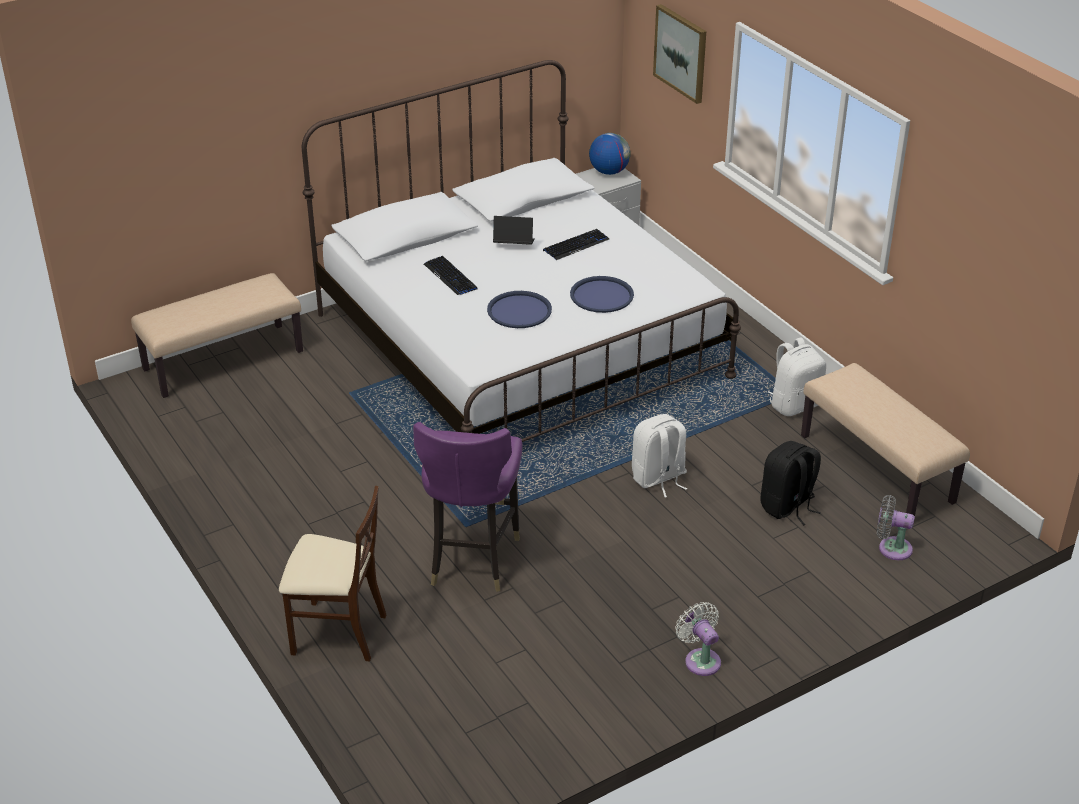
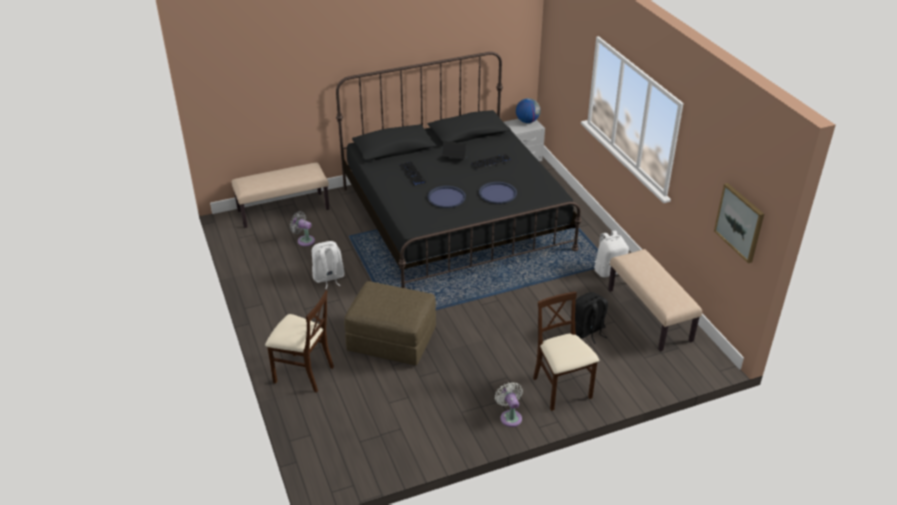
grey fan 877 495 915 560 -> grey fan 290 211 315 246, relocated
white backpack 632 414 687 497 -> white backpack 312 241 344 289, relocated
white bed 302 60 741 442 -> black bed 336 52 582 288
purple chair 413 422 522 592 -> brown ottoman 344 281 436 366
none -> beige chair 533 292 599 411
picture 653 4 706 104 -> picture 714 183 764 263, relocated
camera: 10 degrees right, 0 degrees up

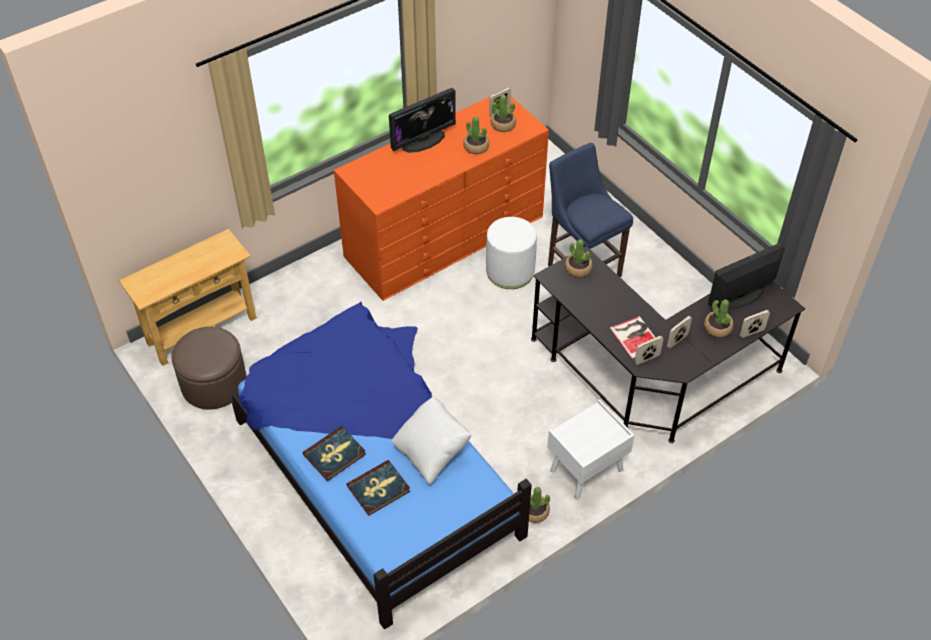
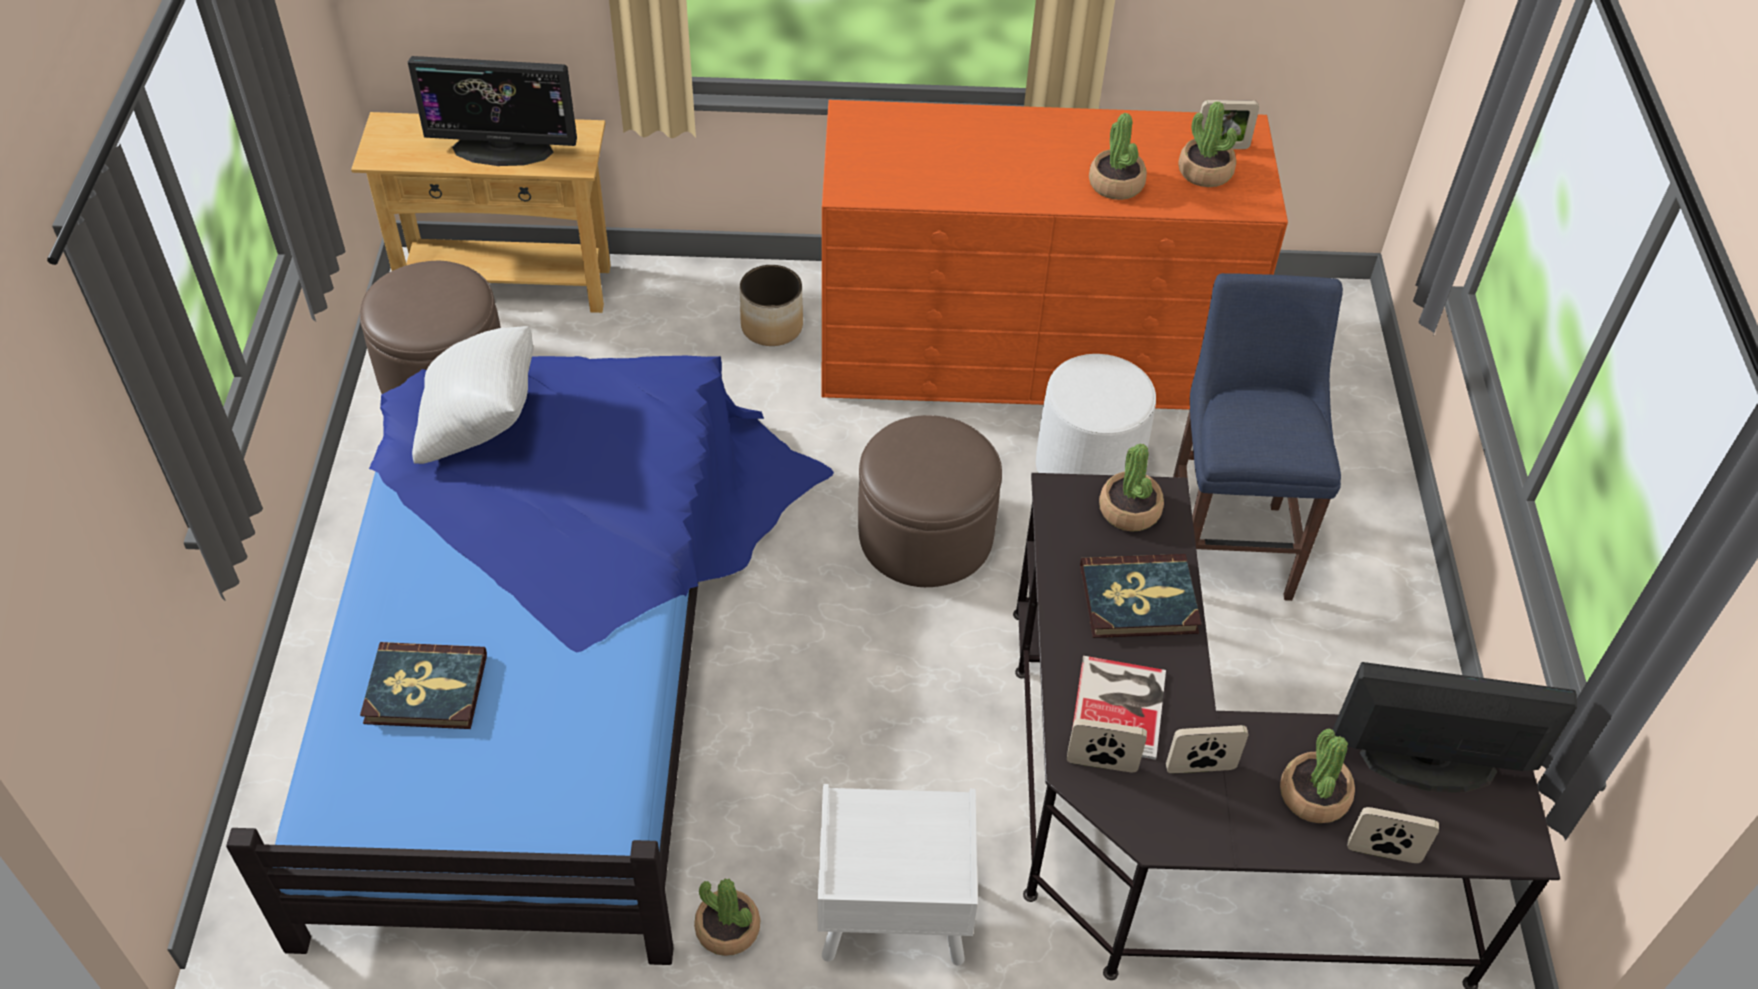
monitor 389 88 456 153 -> monitor 408 56 577 166, relocated
white pillow 392 396 472 485 -> white pillow 412 326 533 464, relocated
none -> planter 740 265 803 346
none -> brown ottoman 858 415 1002 587
book 303 426 366 481 -> book 1080 554 1202 638, relocated
camera: 35 degrees right, 0 degrees up

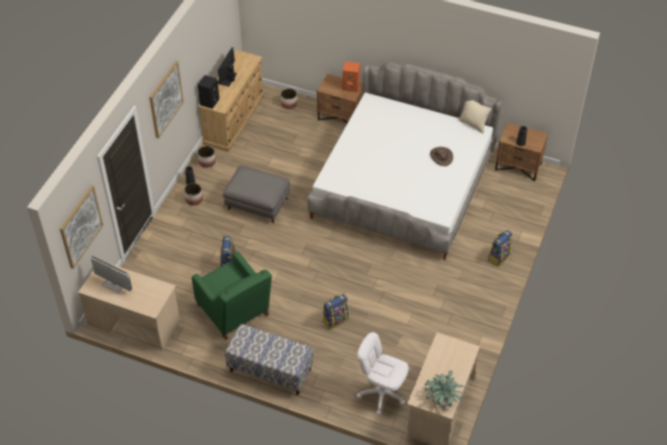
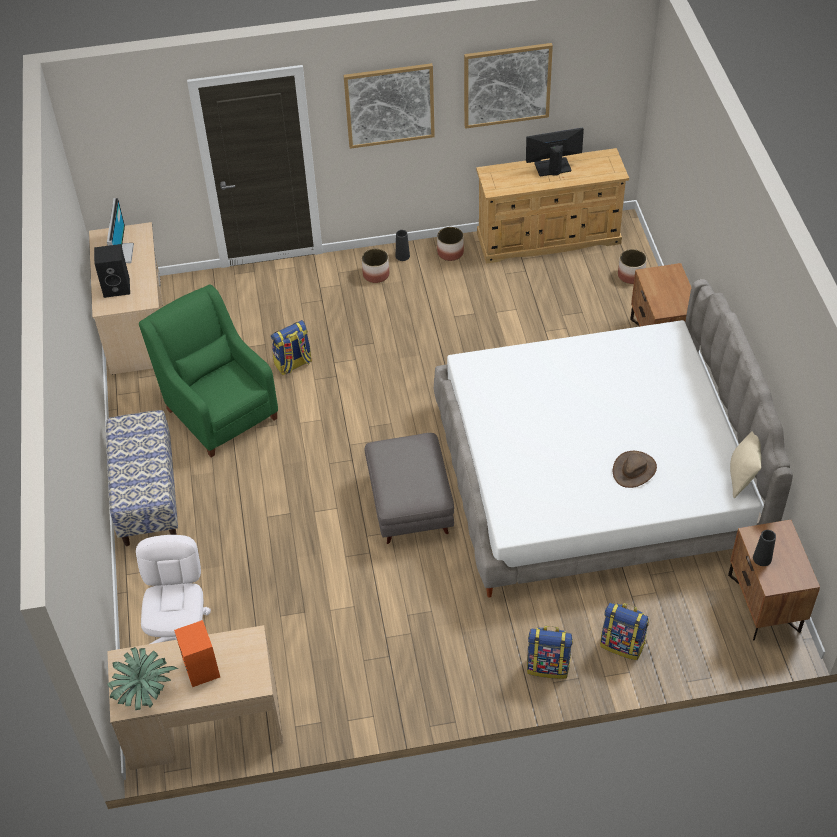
black speaker 198 75 219 109 -> black speaker 94 244 130 298, relocated
green armchair 192 251 272 340 -> green armchair 139 284 278 457, 120 degrees clockwise
orange speaker 343 61 360 92 -> orange speaker 174 620 220 687, relocated
grey ottoman 223 165 290 223 -> grey ottoman 364 433 454 544, relocated
picture 60 185 103 269 -> picture 464 43 553 129, relocated
backpack 323 294 348 329 -> backpack 600 603 649 660, relocated
camera: 60 degrees right, 0 degrees up

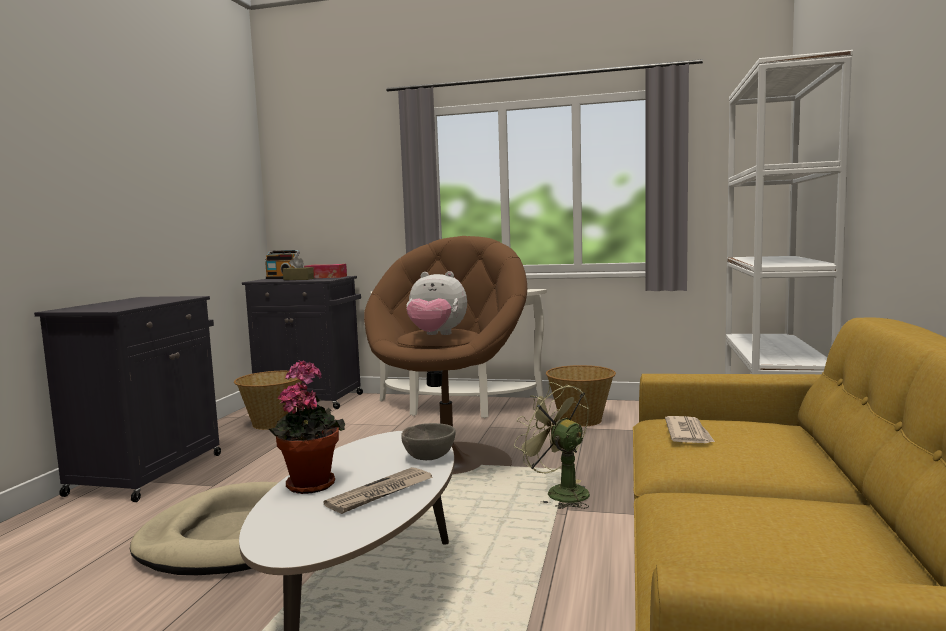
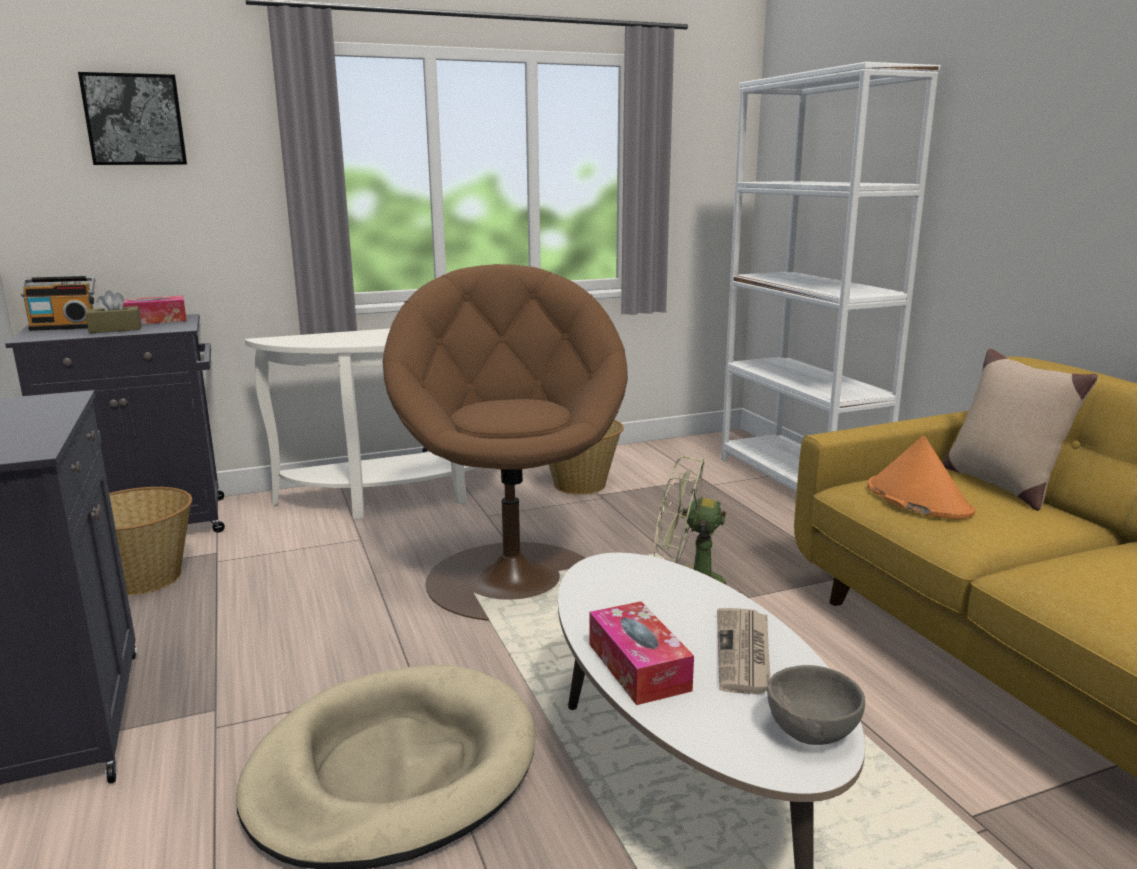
none -> picture 78 72 187 165
potted plant 269 360 345 494 -> tissue box 590 601 694 705
grey bowl 401 423 456 460 -> grey bowl 767 665 865 745, relocated
newspaper 665 416 715 443 -> orange hat 867 435 975 519
none -> beige pillow 943 349 1098 511
plush toy 406 271 467 335 -> none
camera: 35 degrees left, 10 degrees up

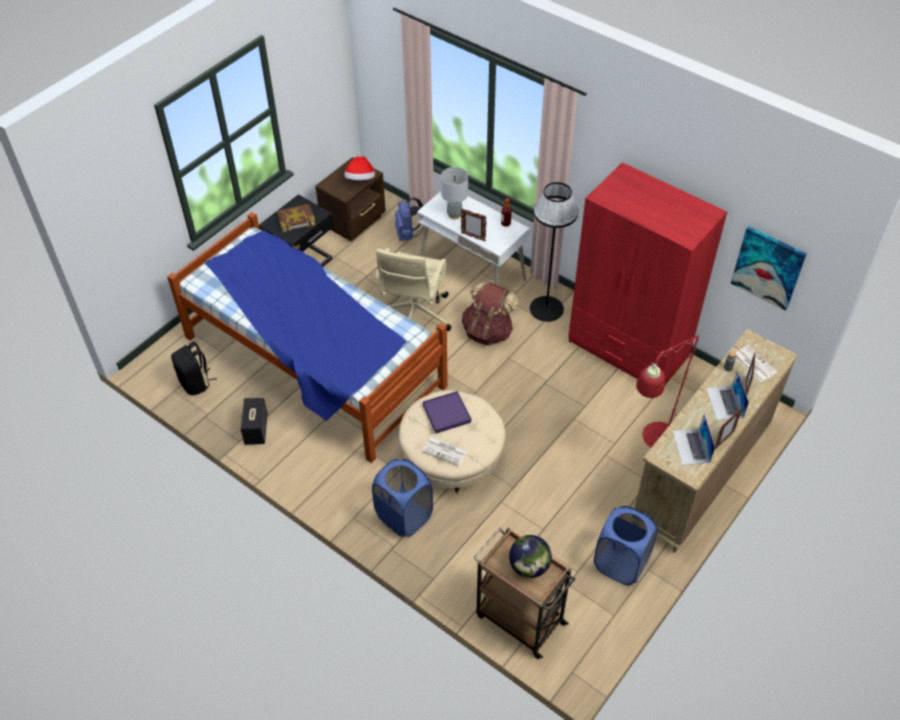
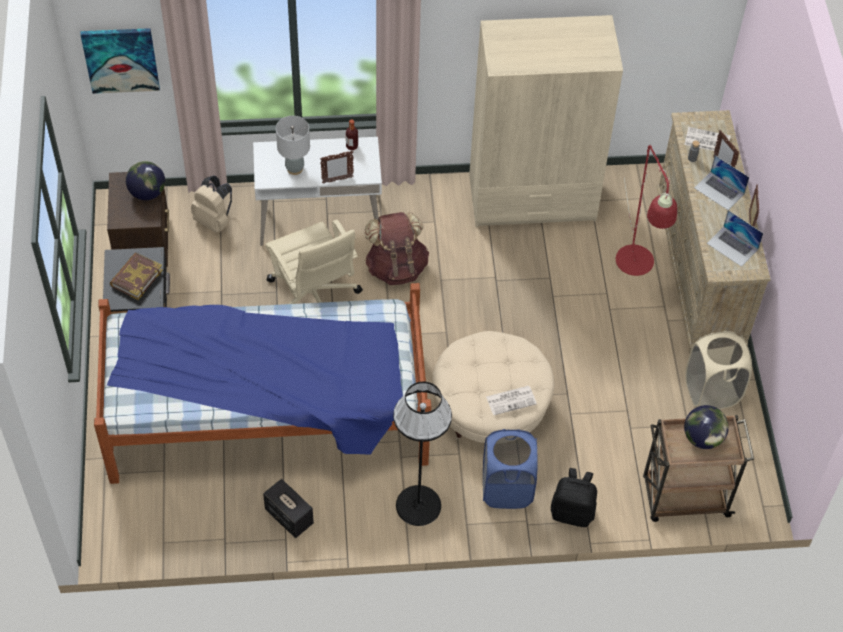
picture 731 226 807 311 -> picture 80 28 160 94, relocated
hat 344 156 375 180 -> globe 126 161 165 200
blue backpack 395 197 424 241 -> beige backpack 191 176 232 233
black floor lamp 530 182 578 322 -> black floor lamp 393 381 452 526, relocated
red wardrobe 568 162 727 385 -> beige wardrobe 469 15 623 227
black backpack 171 342 217 395 -> black backpack 551 468 597 527, relocated
blue laundry basket 594 506 658 585 -> beige laundry basket 685 331 752 409
purple tray 423 391 471 433 -> none
camera: 45 degrees left, 5 degrees up

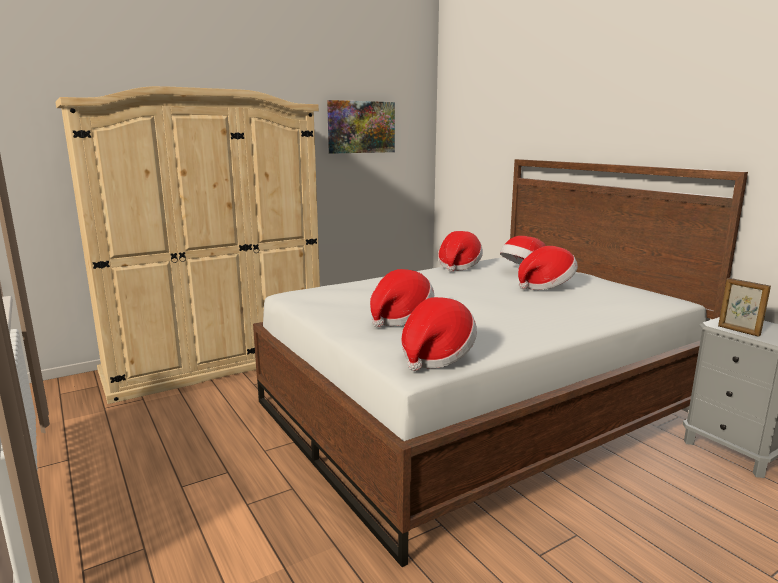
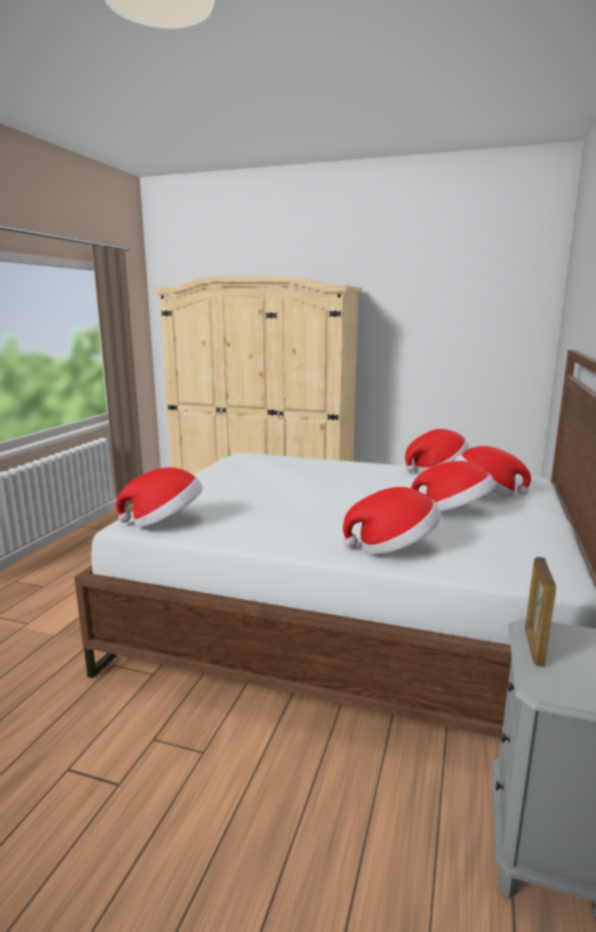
hat 370 269 434 328 -> hat 343 487 441 554, relocated
picture 327 100 395 154 -> none
camera: 50 degrees right, 0 degrees up

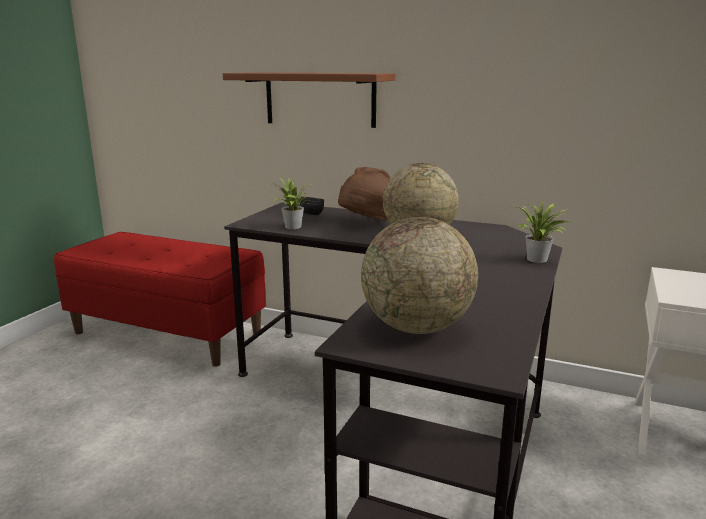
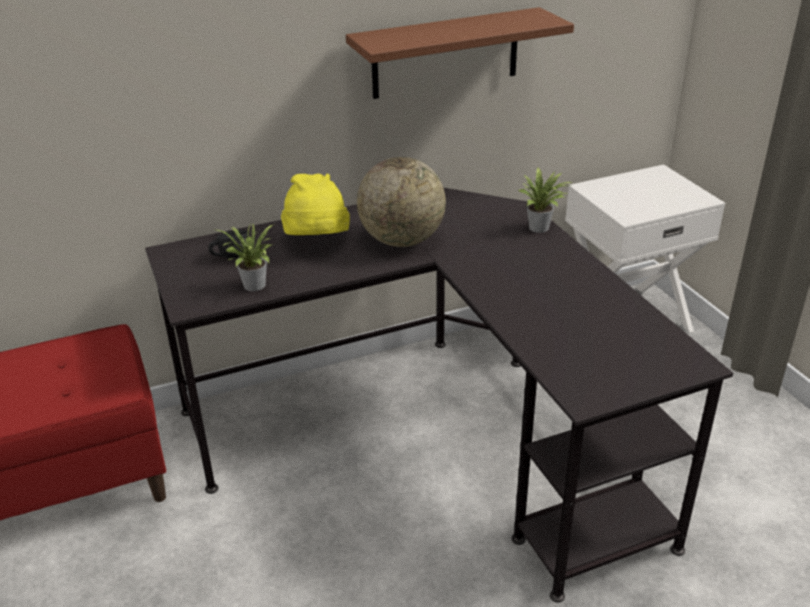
brown hat 338 167 390 221 -> yellow hat 281 174 350 235
brown shelf 223 72 395 128 -> brown shelf 346 7 574 99, relocated
globe 361 217 478 334 -> none
camera: 45 degrees left, 15 degrees up

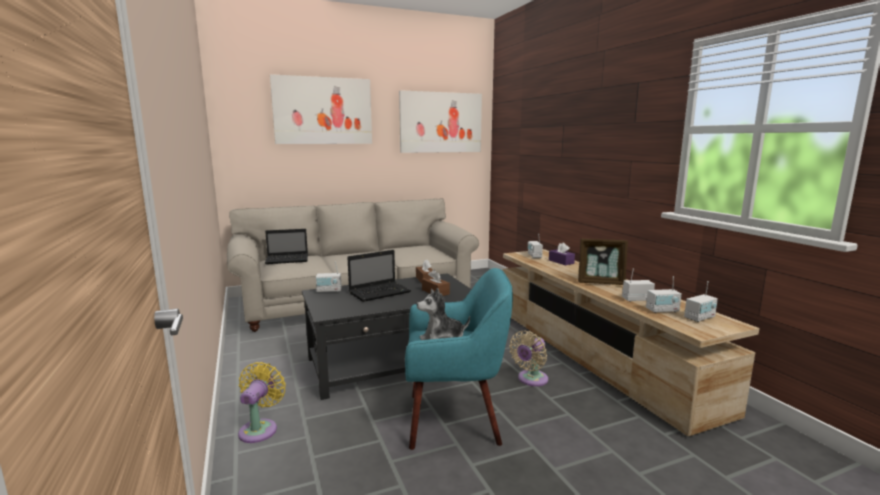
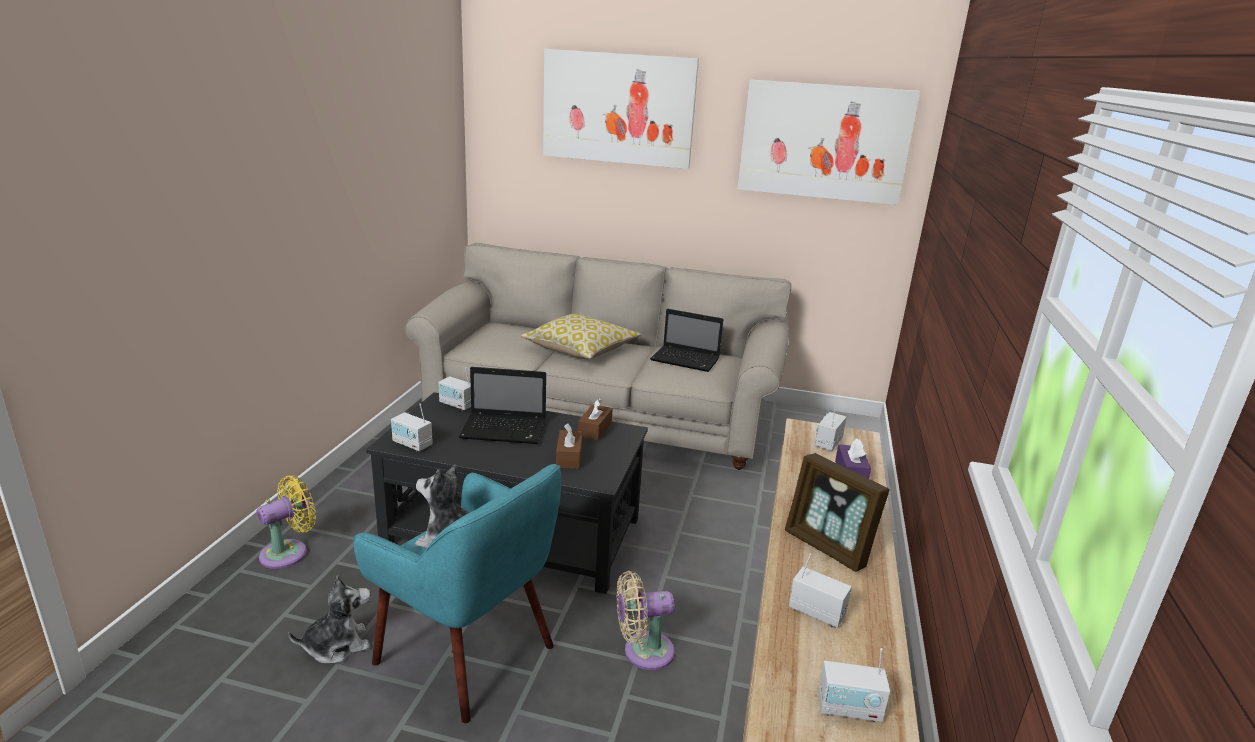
none -> plush toy 288 575 371 664
radio 646 276 682 313 -> radio 391 404 433 452, relocated
none -> pillow 521 314 641 359
laptop 265 229 308 264 -> laptop 650 309 723 372, relocated
camera: 35 degrees right, 10 degrees up

